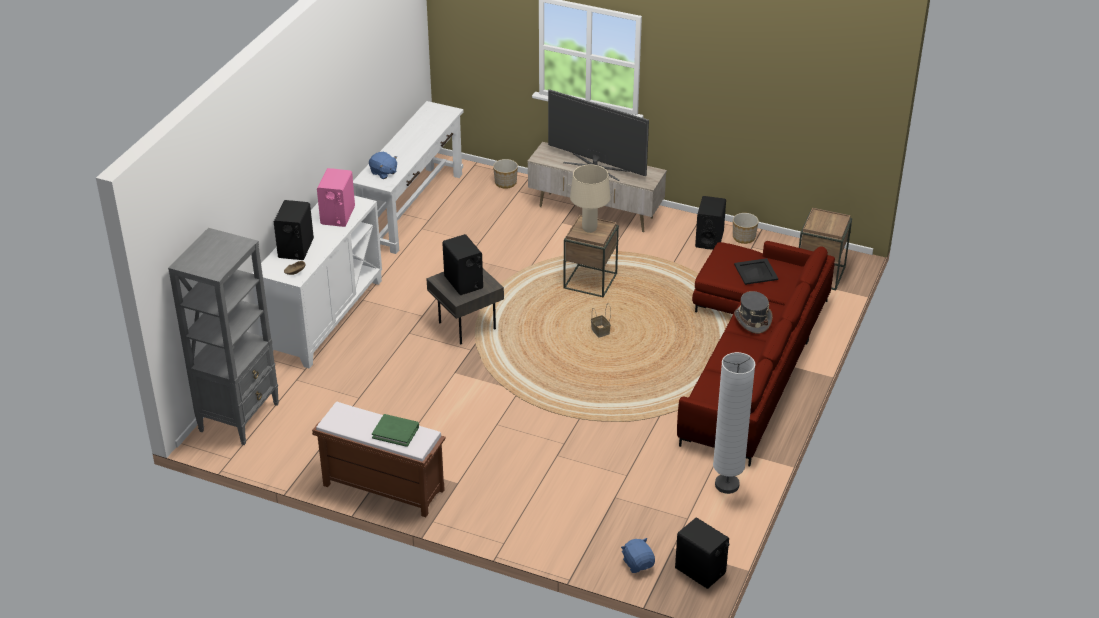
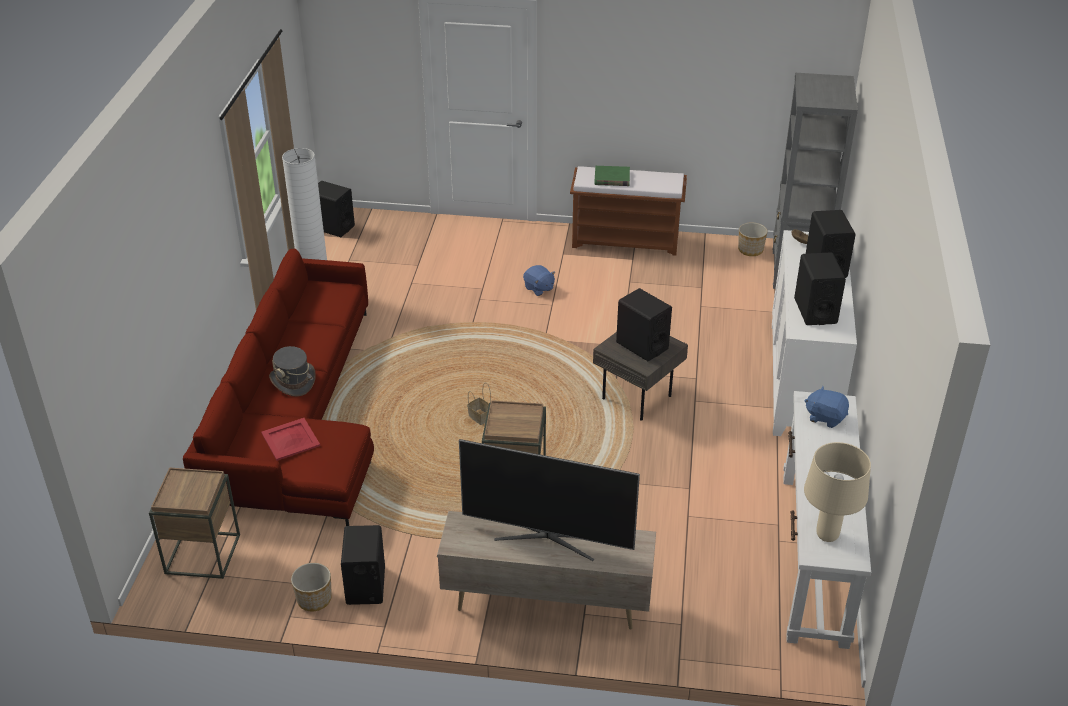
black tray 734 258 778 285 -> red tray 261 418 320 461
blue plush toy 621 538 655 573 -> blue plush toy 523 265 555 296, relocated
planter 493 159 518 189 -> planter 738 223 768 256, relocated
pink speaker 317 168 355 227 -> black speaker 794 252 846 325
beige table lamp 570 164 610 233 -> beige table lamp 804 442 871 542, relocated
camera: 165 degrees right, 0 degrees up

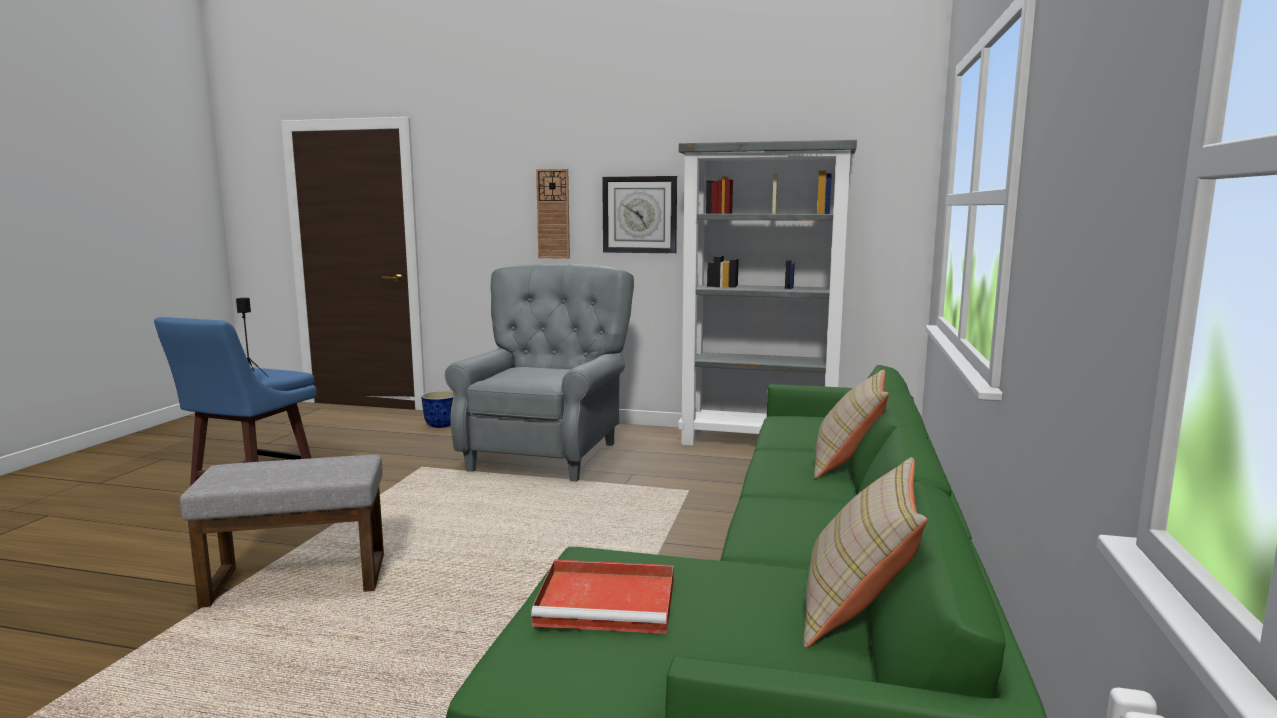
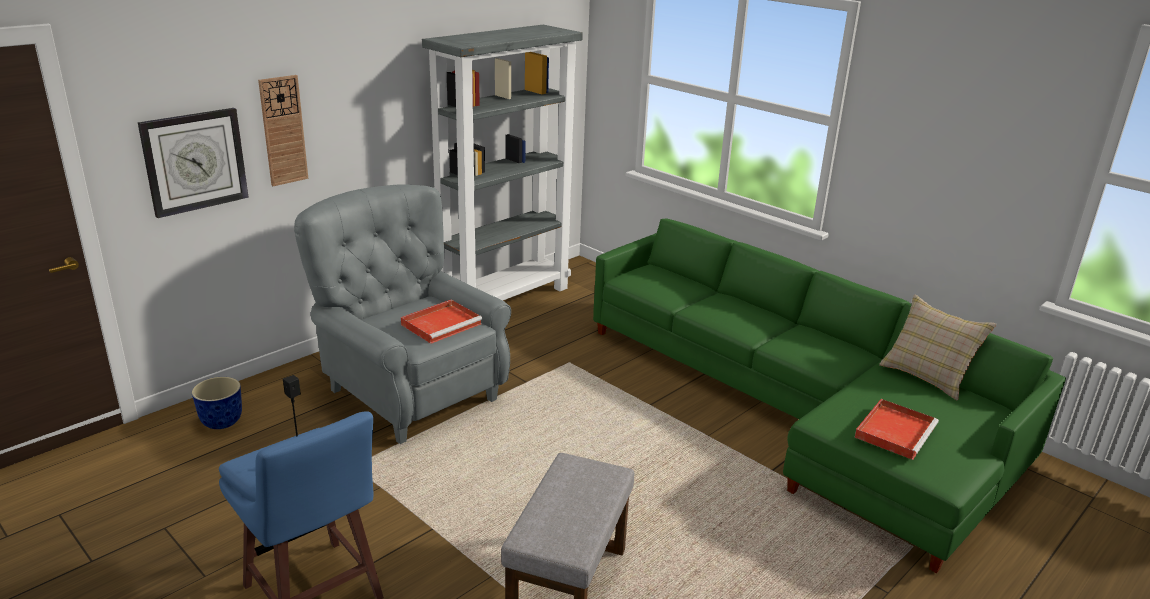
wall clock 602 176 677 254 -> wall clock 138 108 249 218, relocated
none -> red tray 401 300 482 344
beige pillow 814 369 889 479 -> none
camera: 60 degrees left, 15 degrees up

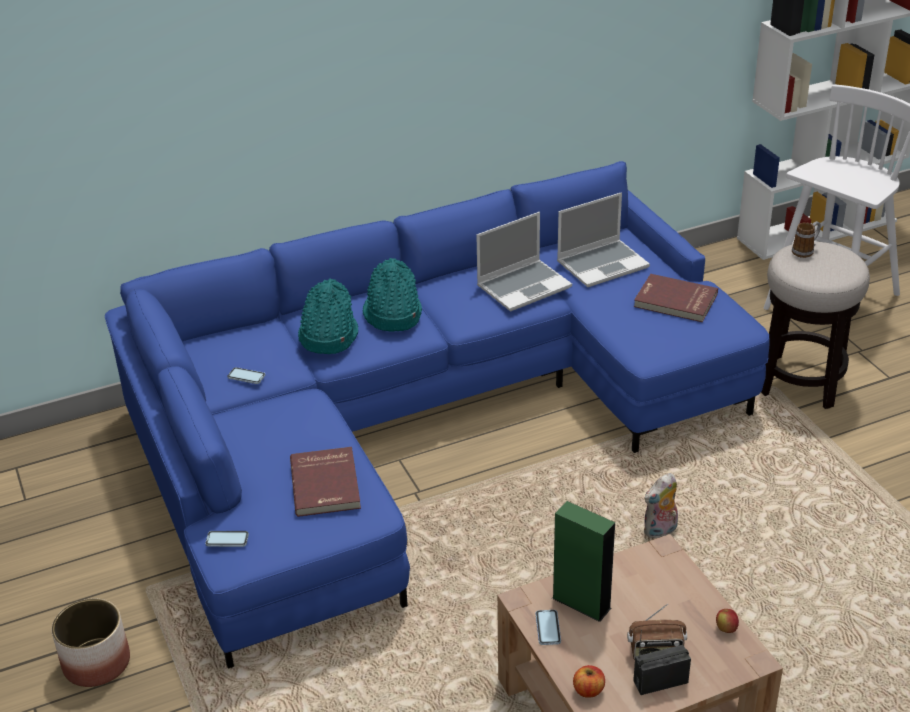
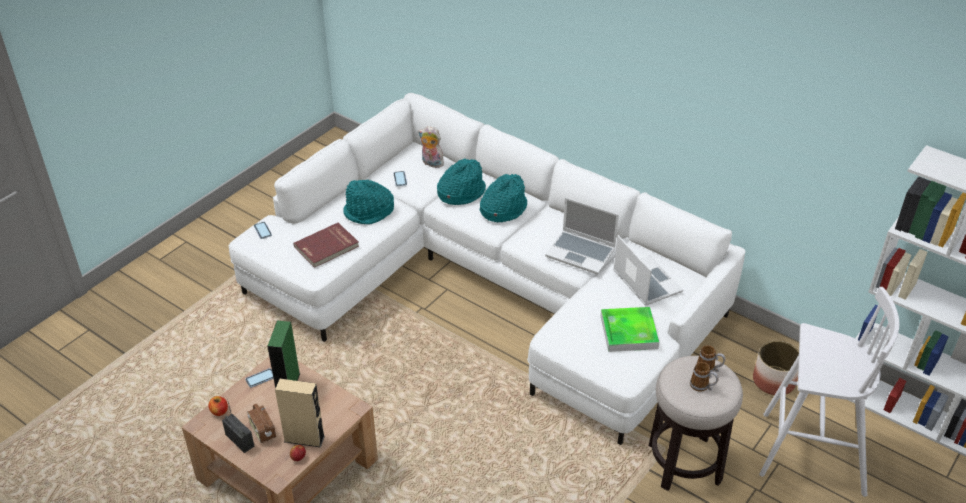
blue sofa 105 161 770 669 -> white sofa 228 93 746 445
none -> beige speaker 275 379 325 447
none -> turquoise hat 343 180 394 224
plush toy 644 473 678 538 -> plush toy 418 126 444 169, relocated
red book 634 274 718 322 -> tray 601 307 659 352
laptop 557 192 650 287 -> laptop 613 235 683 306, 150 degrees counterclockwise
none -> mug 690 362 719 392
planter 52 598 130 687 -> planter 753 341 799 395, relocated
camera: 60 degrees right, 5 degrees up

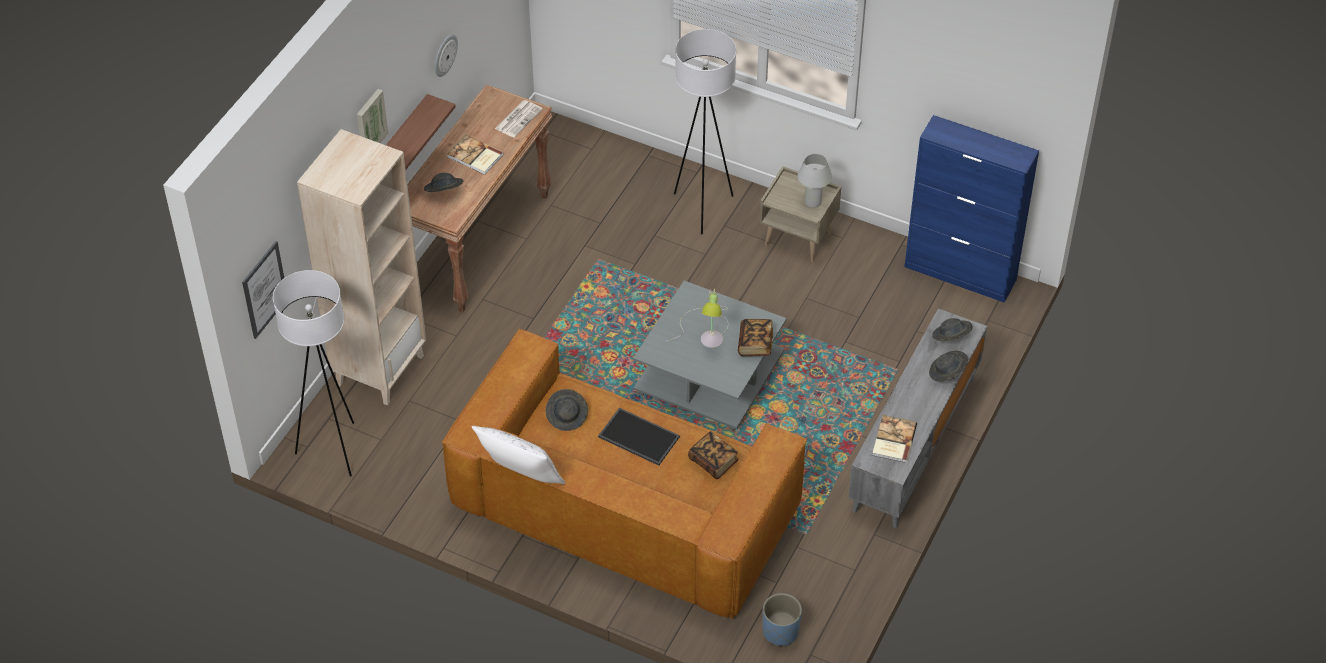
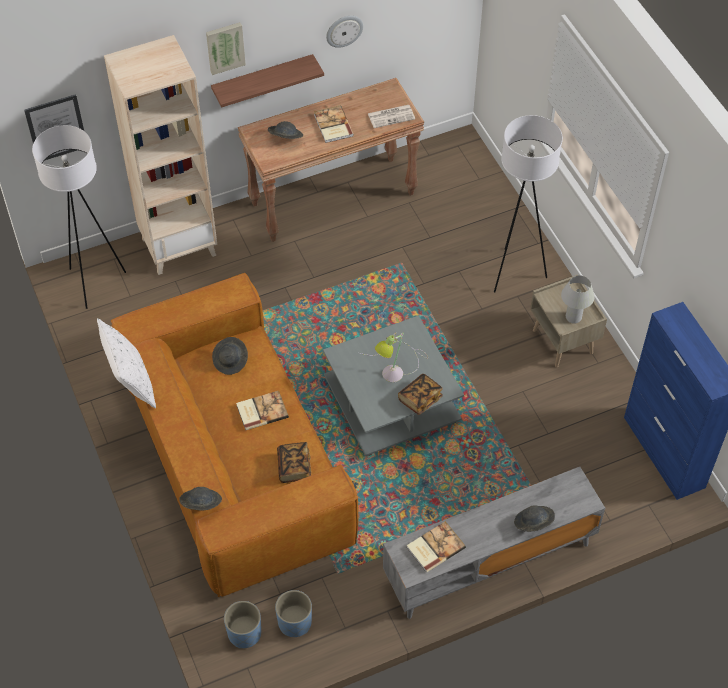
grey hat 932 318 973 342 -> grey hat 179 487 222 511, relocated
tray 598 408 680 466 -> book 236 391 289 430
none -> blue planter 275 590 312 637
camera: 40 degrees right, 5 degrees up

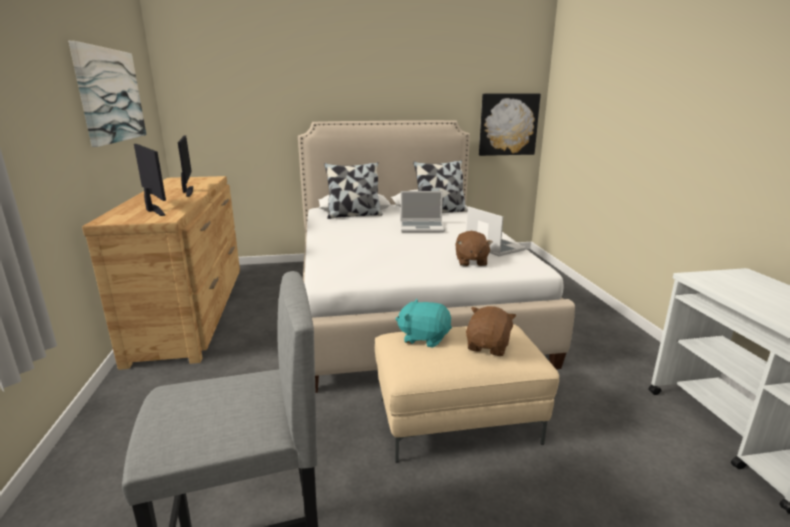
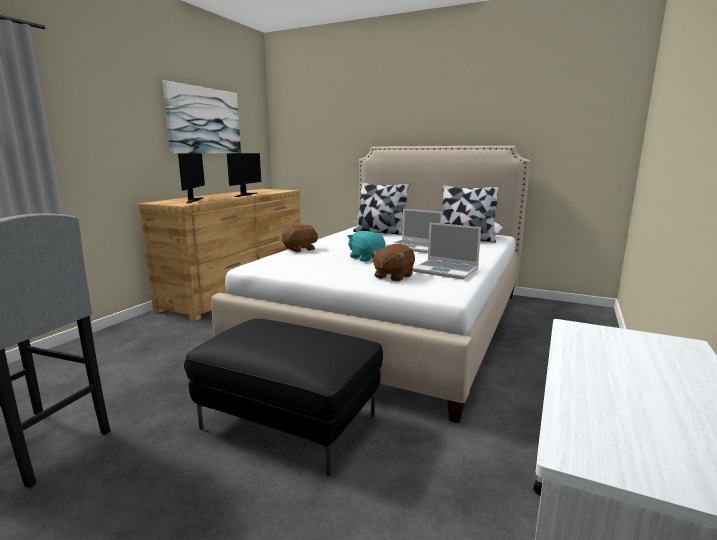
beige ottoman 375 324 559 463 -> black ottoman 184 319 383 476
brown plush toy 466 306 516 356 -> brown plush toy 282 225 318 252, relocated
turquoise plush toy 396 299 452 348 -> turquoise plush toy 347 231 386 261, relocated
laptop 467 206 526 257 -> laptop 413 222 481 280, 120 degrees clockwise
picture 479 94 541 156 -> none
camera: 35 degrees right, 5 degrees down

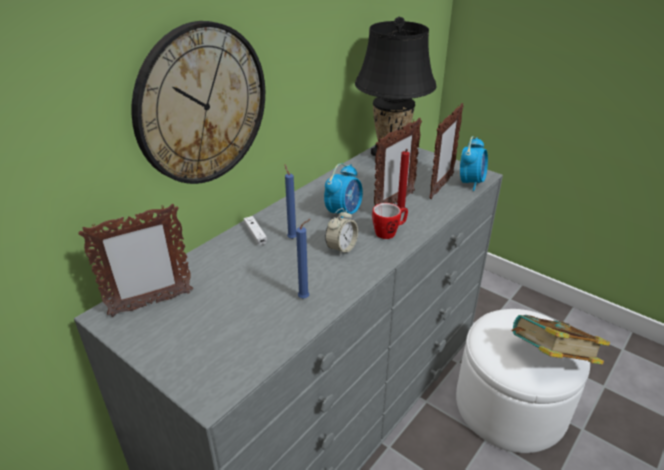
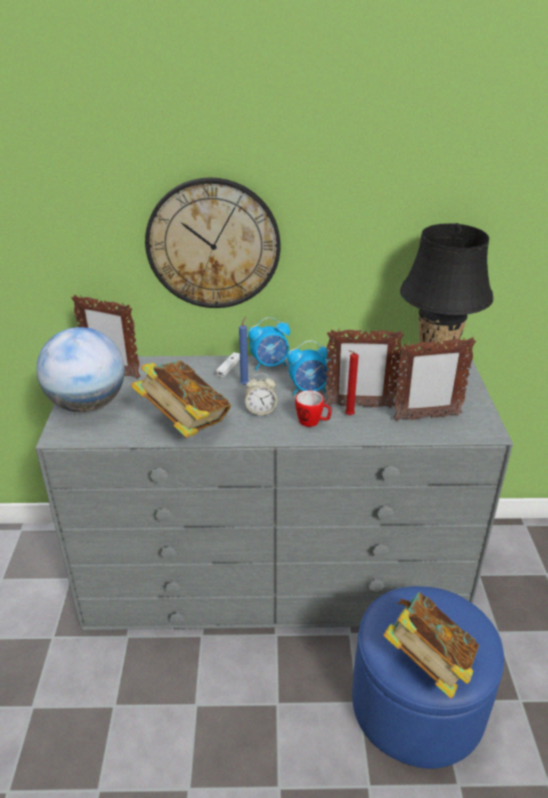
none -> globe 36 327 125 412
blue candle 296 219 311 298 -> book 131 360 231 438
alarm clock 460 136 488 191 -> alarm clock 248 317 290 370, relocated
white ottoman 456 309 590 453 -> blue ottoman 352 586 504 769
camera: 50 degrees right, 0 degrees up

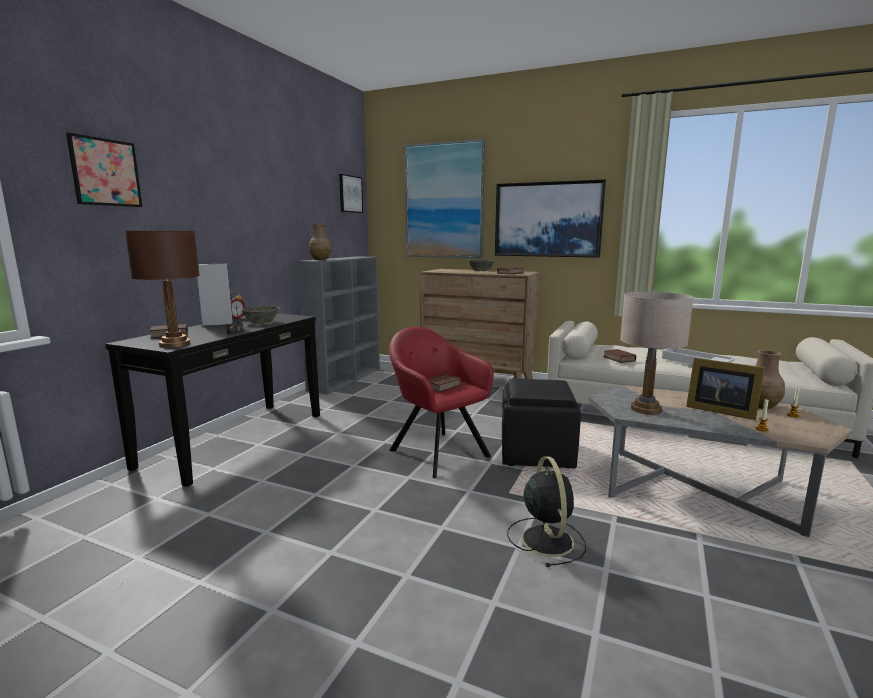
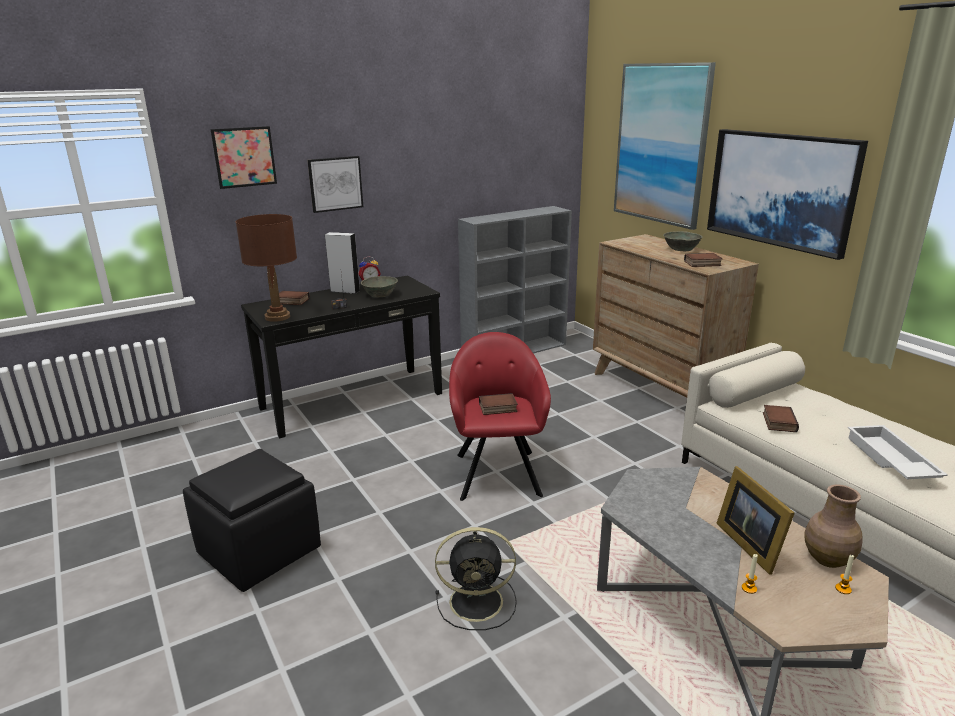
black ottoman 502 379 581 468 -> black ottoman 183 449 321 592, relocated
picture 339 174 363 213 -> picture 307 156 363 213, relocated
black fan 507 456 586 567 -> black fan 435 527 517 630, 60 degrees clockwise
brown vase 309 224 332 260 -> none
beige table lamp 620 292 694 415 -> none
camera: 35 degrees right, 10 degrees up

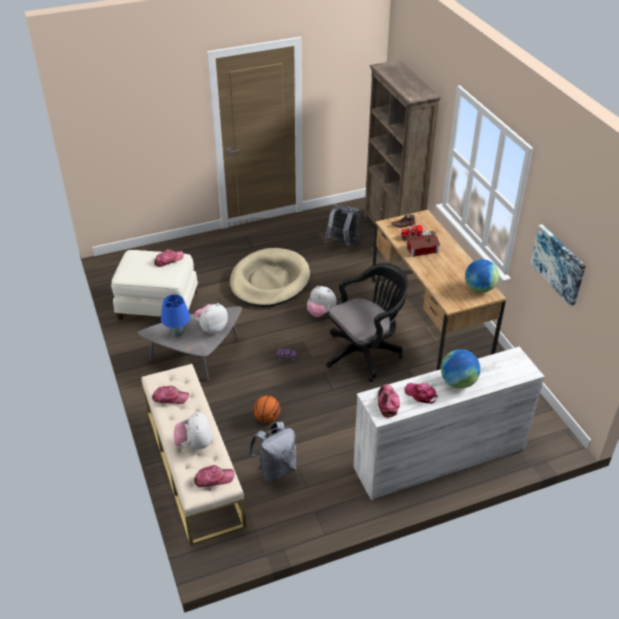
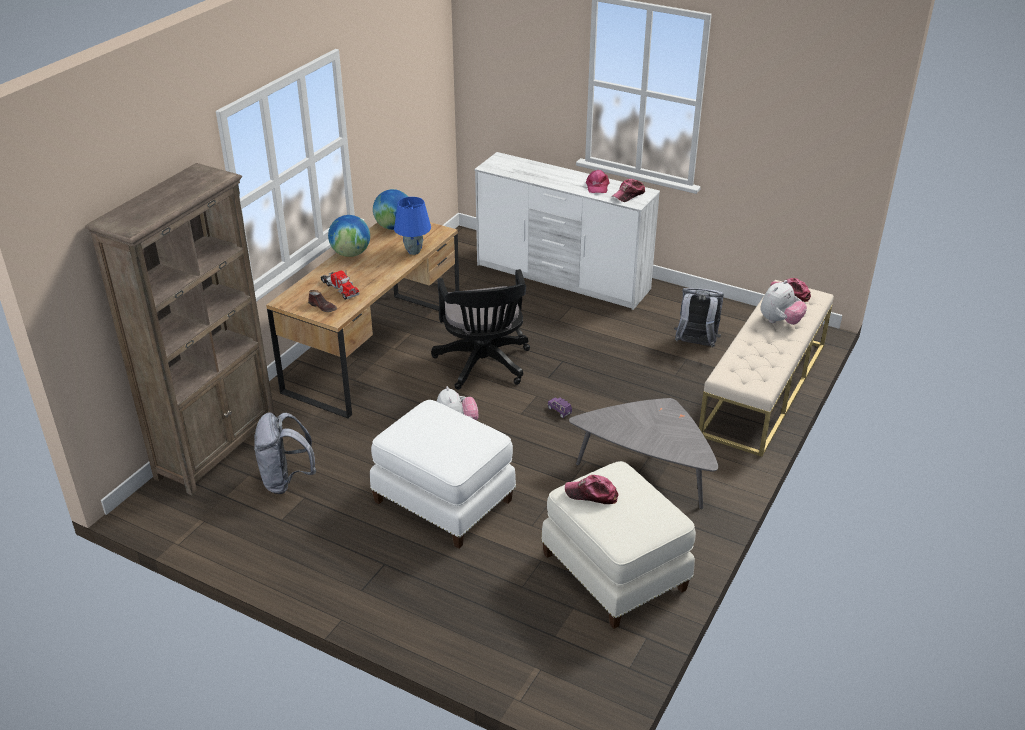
globe 441 349 481 389 -> globe 328 215 370 257, relocated
beige dog bed 230 248 310 307 -> white ottoman 370 400 516 549
blue table lamp 161 295 190 337 -> blue table lamp 394 197 431 255, relocated
black office chair 326 263 409 382 -> black office chair 431 269 530 390, 120 degrees counterclockwise
cap 152 386 189 404 -> none
plush toy 194 303 228 334 -> none
basketball 253 396 280 423 -> none
toy house 406 234 440 257 -> none
picture 530 224 586 306 -> none
camera: 130 degrees left, 5 degrees down

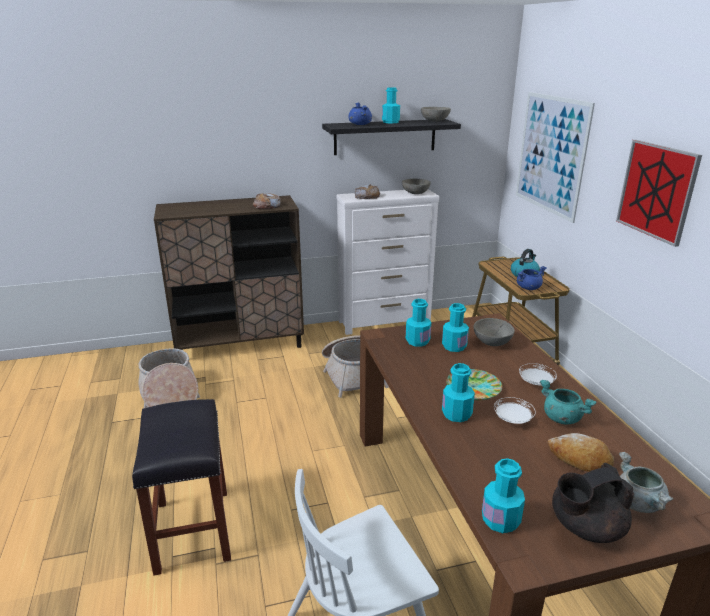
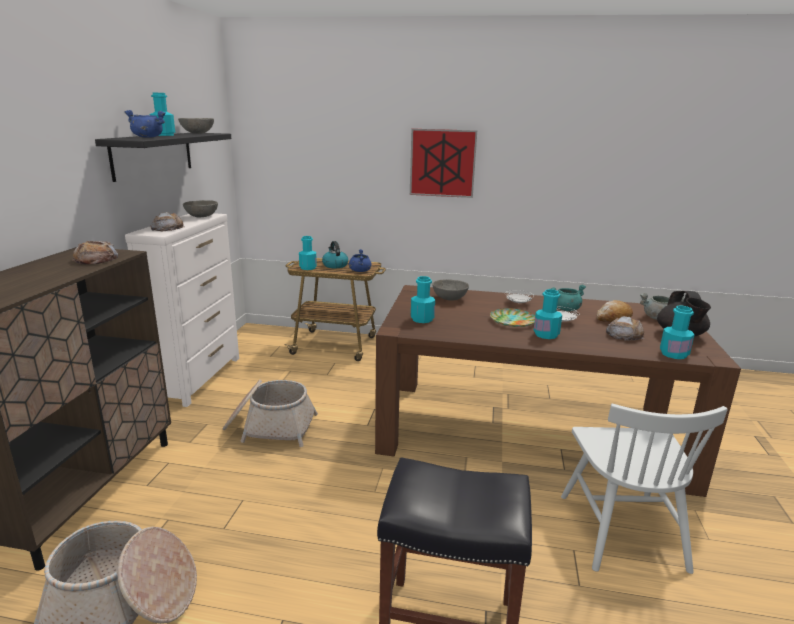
turquoise bottle 442 303 469 352 -> turquoise bottle 299 236 317 270, relocated
none -> bread 606 316 645 341
picture 516 92 595 223 -> none
camera: 65 degrees left, 5 degrees down

